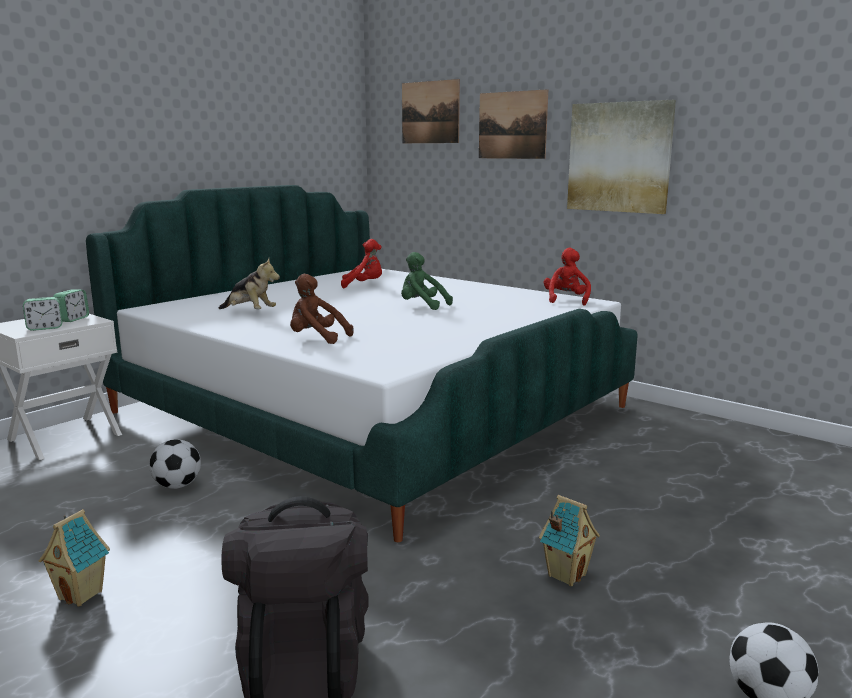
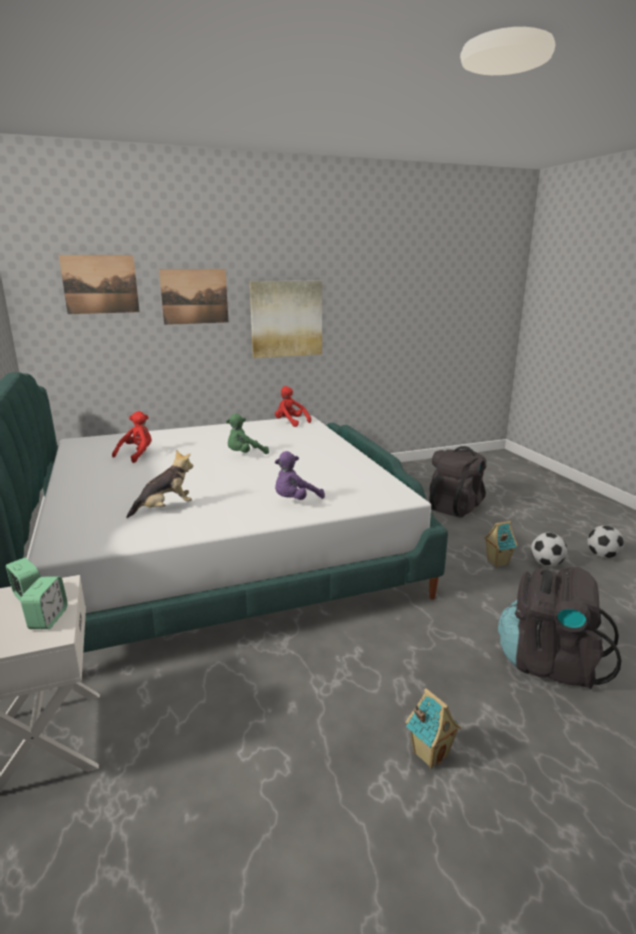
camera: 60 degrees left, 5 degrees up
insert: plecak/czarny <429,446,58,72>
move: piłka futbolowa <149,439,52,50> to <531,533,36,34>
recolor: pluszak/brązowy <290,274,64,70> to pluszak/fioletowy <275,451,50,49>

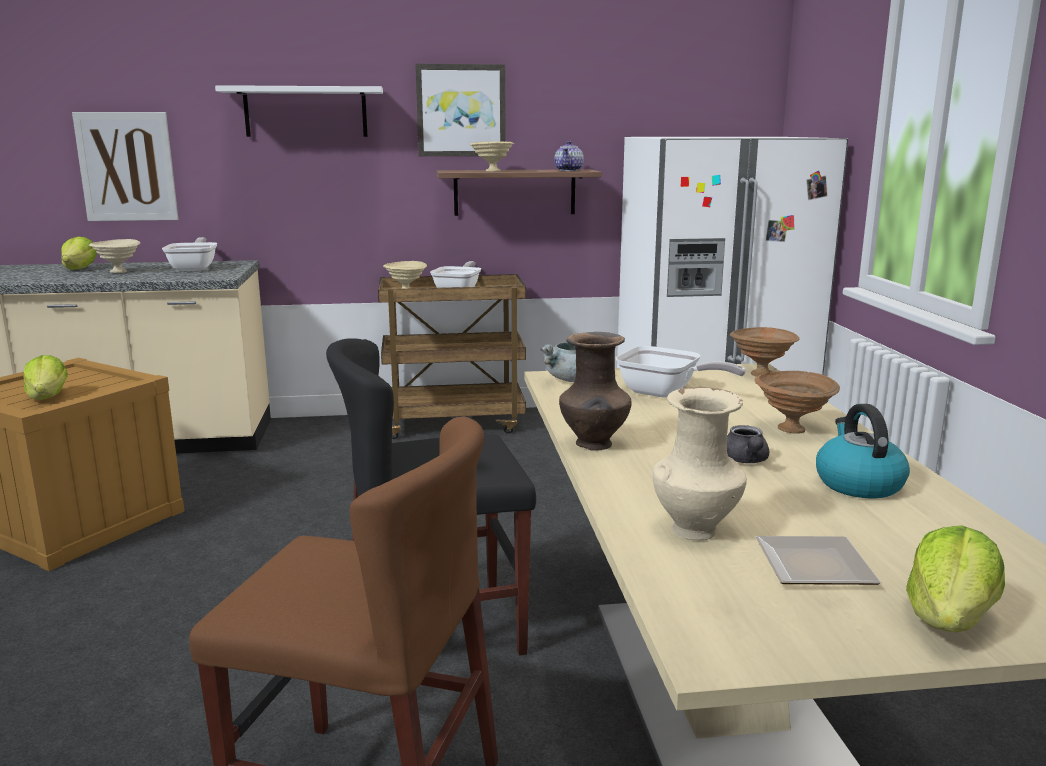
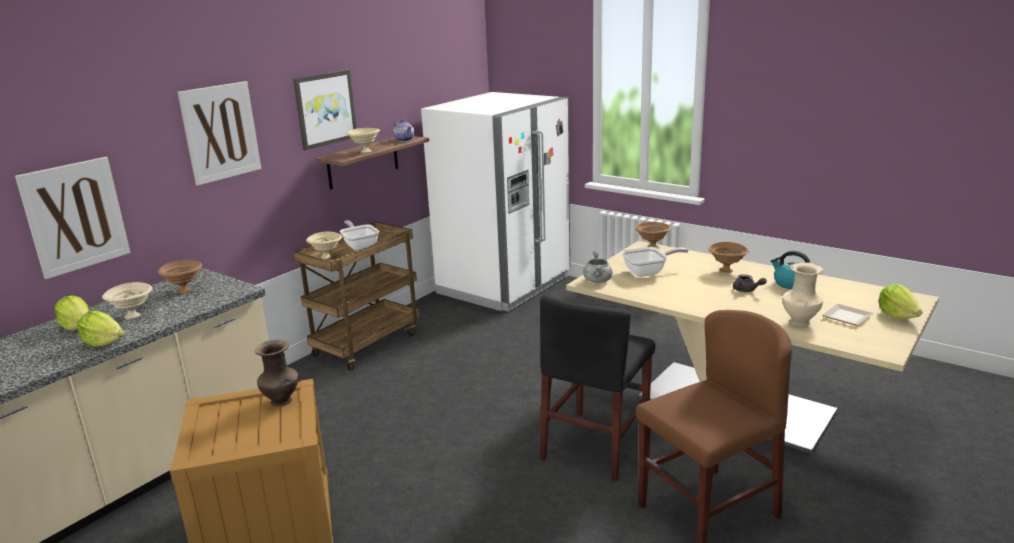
camera: 45 degrees left, 5 degrees up
move: sałata <23,355,45,45> to <77,310,47,37>; wazon/brązowy <559,332,73,119> to <255,340,44,66>
replace: patelnia <162,237,55,34> to miska/brązowy <158,260,44,34>; półka/biały <215,85,168,52> to obraz <178,81,83,105>

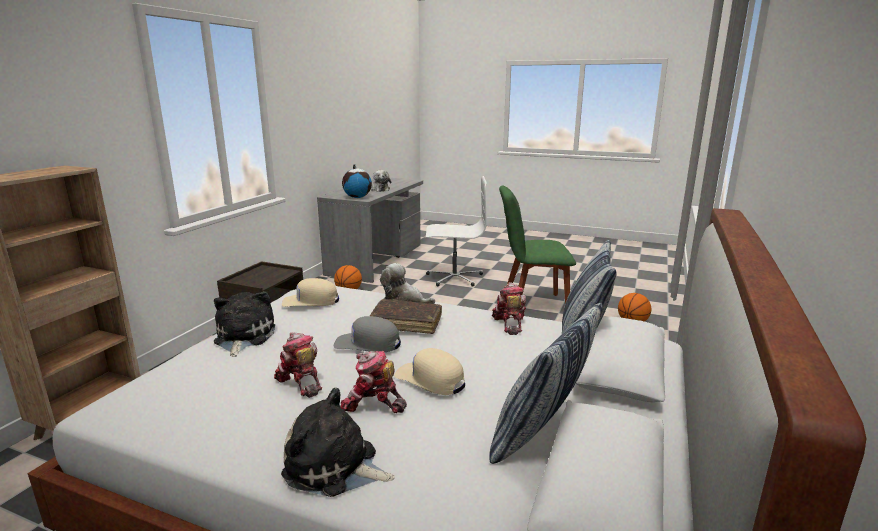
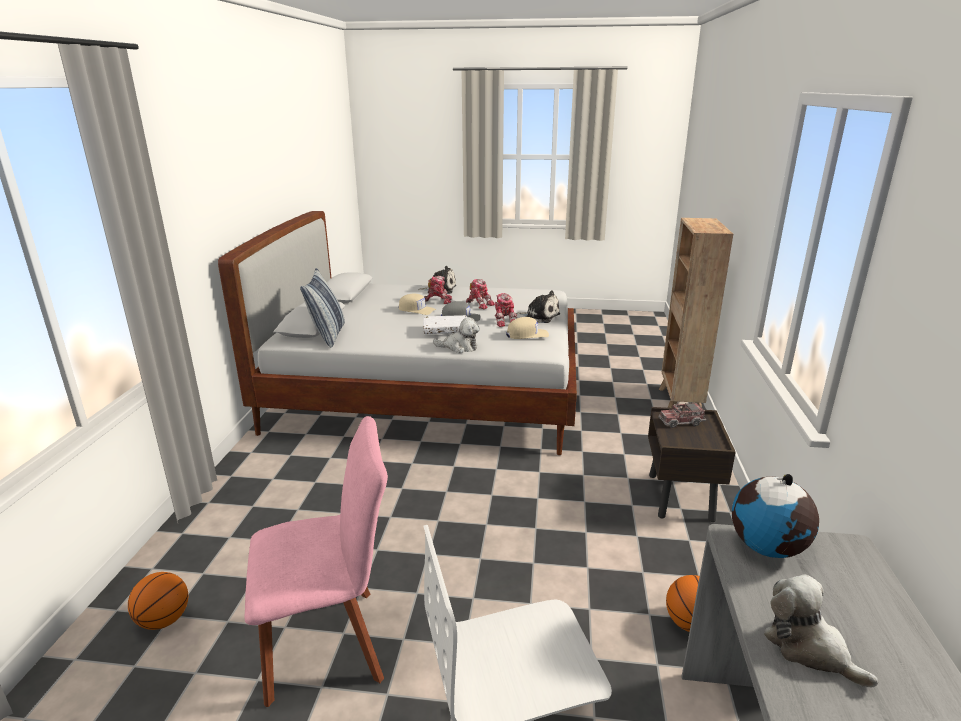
camera: 165 degrees right, 5 degrees up
delete: poduszka <489,303,114,161>
insert: ciężarówka zabawkowa <659,402,47,26>
move: robot zabawkowy <492,282,34,53> to <495,293,22,34>
recolor: książka/brązowy <370,299,72,35> to książka/biały <423,315,44,19>; krzesło/zielony <499,185,77,118> to krzesło/różowy <244,416,144,291>
rotate: pluszak <214,291,61,66> = <516,291,44,32> 45 degrees counterclockwise

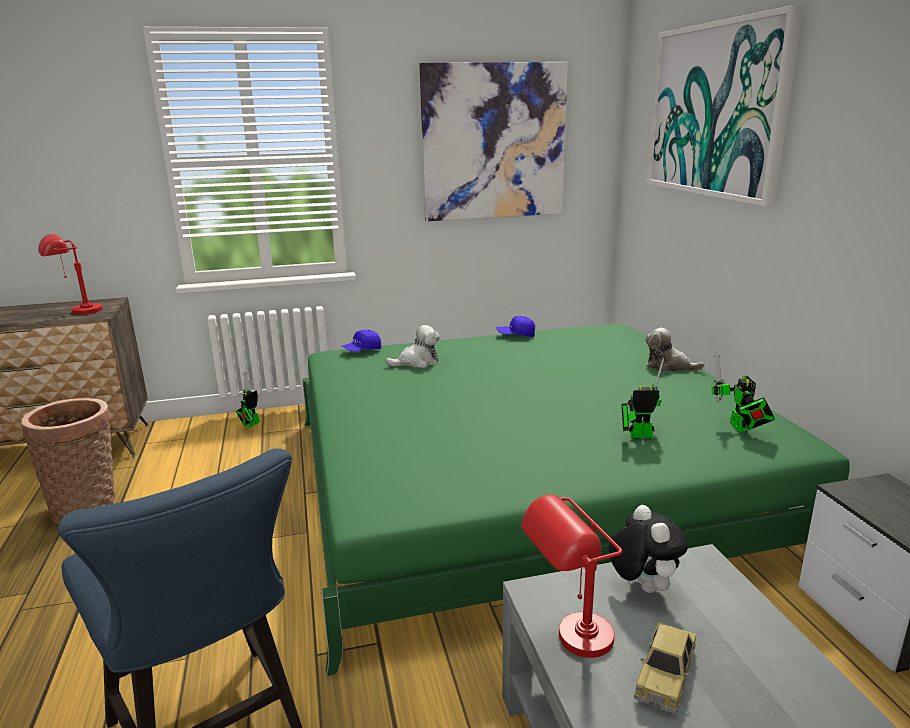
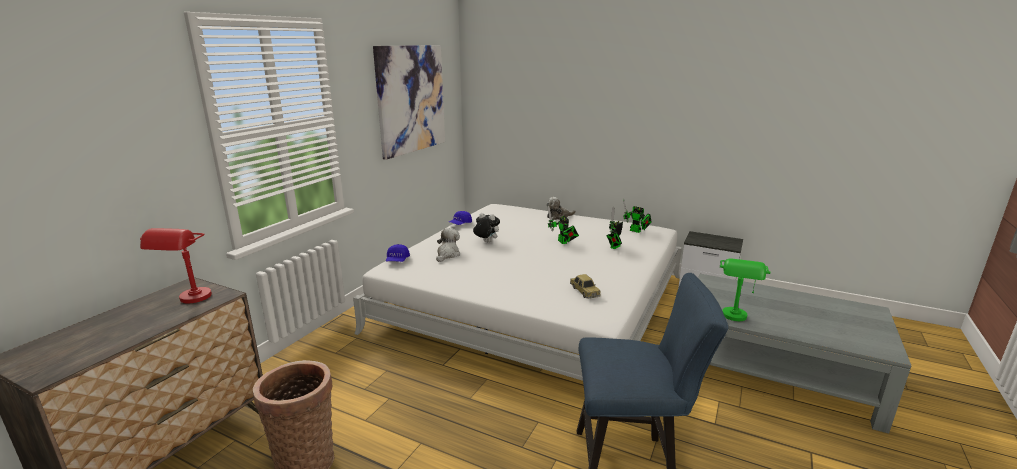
camera: 50 degrees left, 0 degrees up
delete: obraz <647,5,157,201>
move: robot zabawkowy <236,371,24,57> to <547,206,32,38>; pluszak <608,505,80,88> to <473,213,27,30>; samochodzik <634,622,62,92> to <570,274,31,25>
recolor: łóżko/zielony <302,324,548,352> to łóżko/biały <353,204,329,177>; lampa stołowa/czerwony <521,495,102,163> to lampa stołowa/zielony <720,258,50,63>

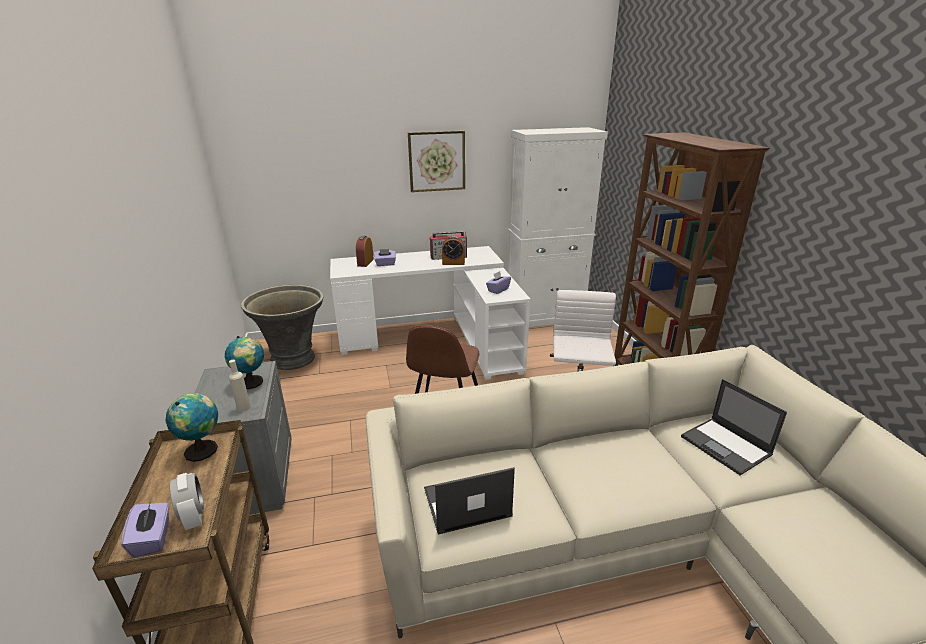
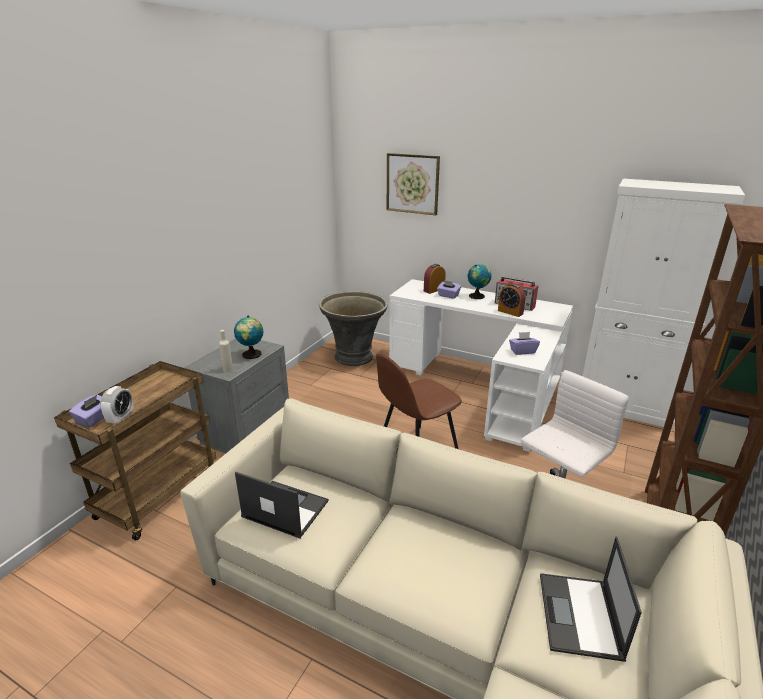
camera: 40 degrees right, 0 degrees up
move: globus <166,393,52,69> to <468,264,23,35>; obraz <408,131,57,61> to <387,153,53,62>

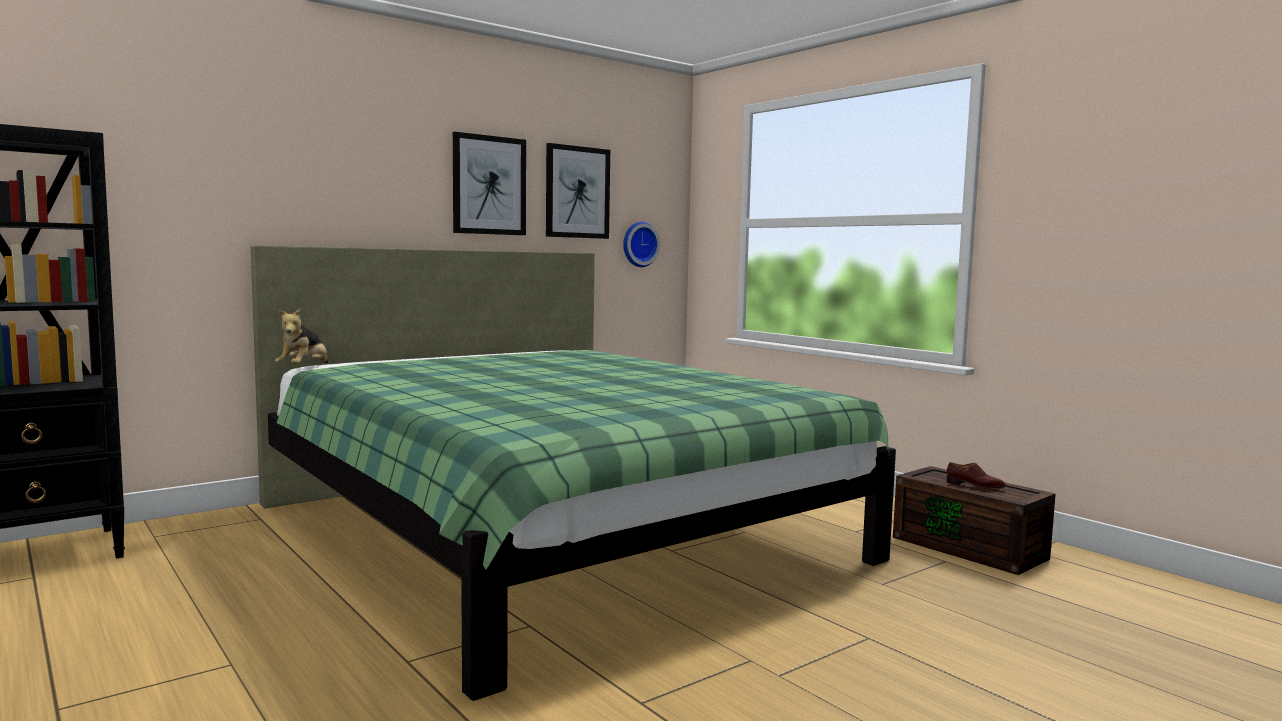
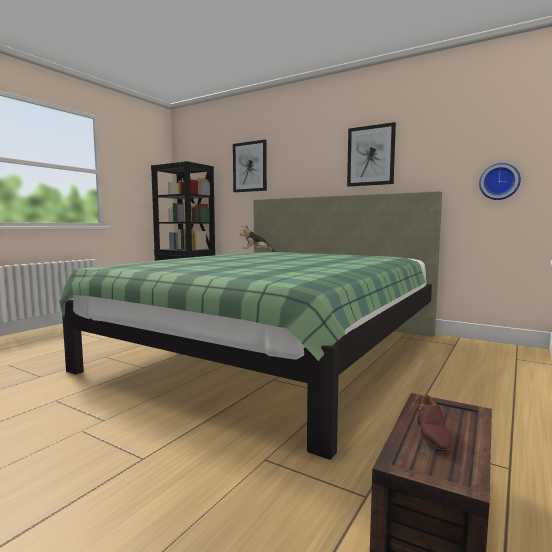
camera: 70 degrees right, 0 degrees up
move: obraz <546,143,64,96> to <233,140,34,52>

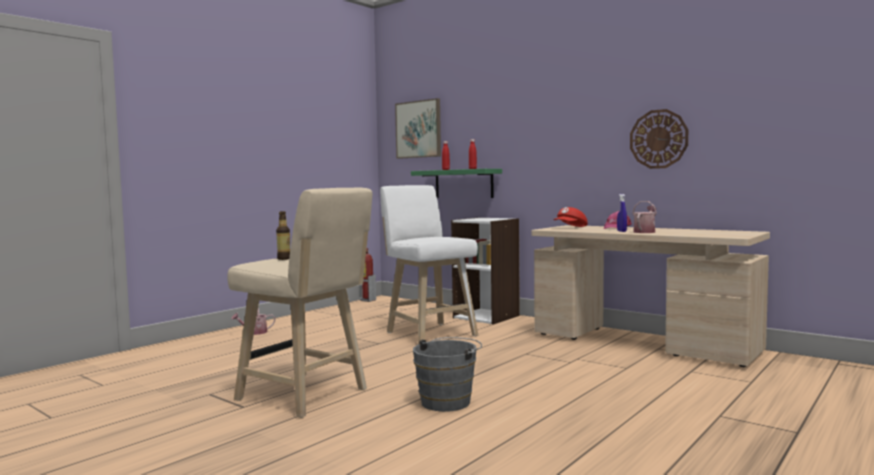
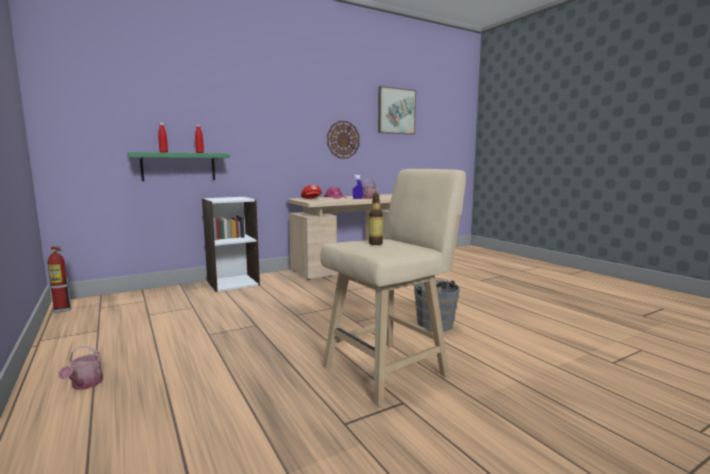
camera: 70 degrees left, 5 degrees up
delete: stołek/biały <380,185,98,159>
move: obraz <395,98,46,61> to <378,86,38,49>

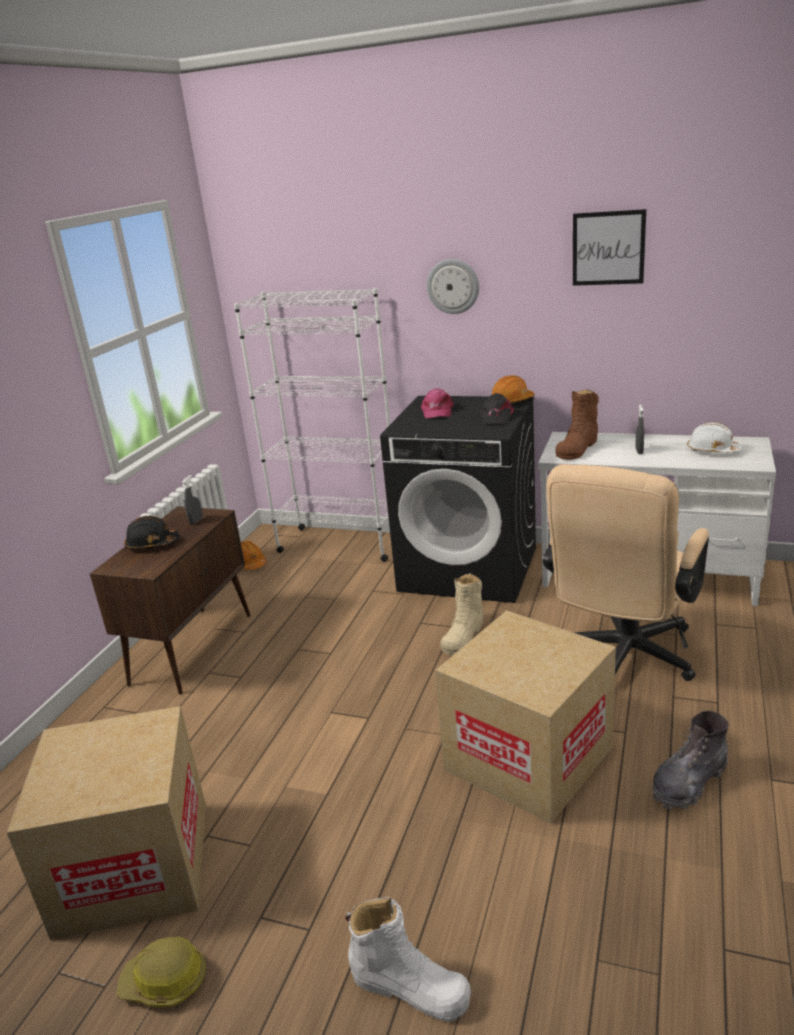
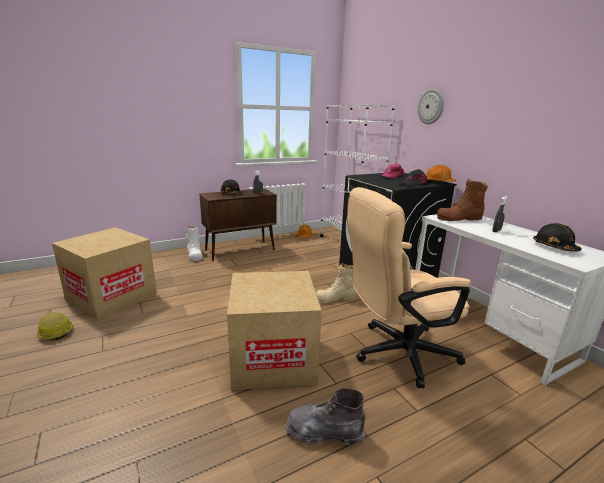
camera: 40 degrees right, 5 degrees down
delete: obraz <573,209,73,77>
move: but z cholewką/biały <345,897,126,125> to <185,227,18,34>
recolor: kask/biały <687,422,55,31> to kask/czarny <533,223,49,29>

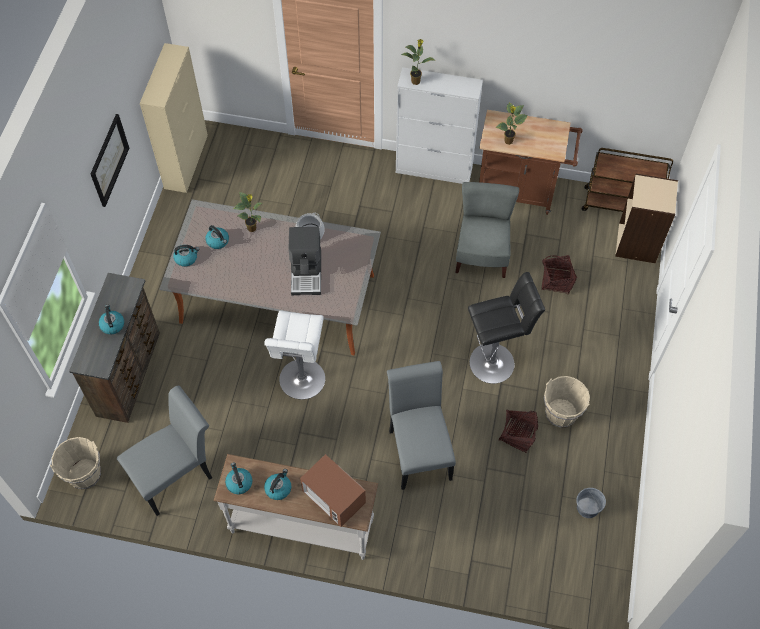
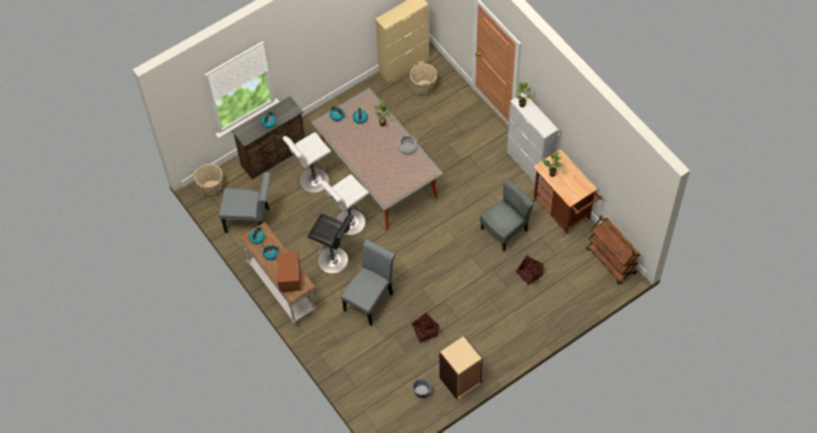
camera: 45 degrees right, 0 degrees up
delete: obraz <91,114,38,93>; ekspres do kawy <289,227,32,68>
insert: stołek/biały <282,132,49,61>
move: stołek/czarny <468,272,77,112> to <308,214,46,60>; wiadro/beżowy <544,376,46,52> to <410,61,27,35>; regał/beżowy <615,174,63,89> to <439,336,44,64>

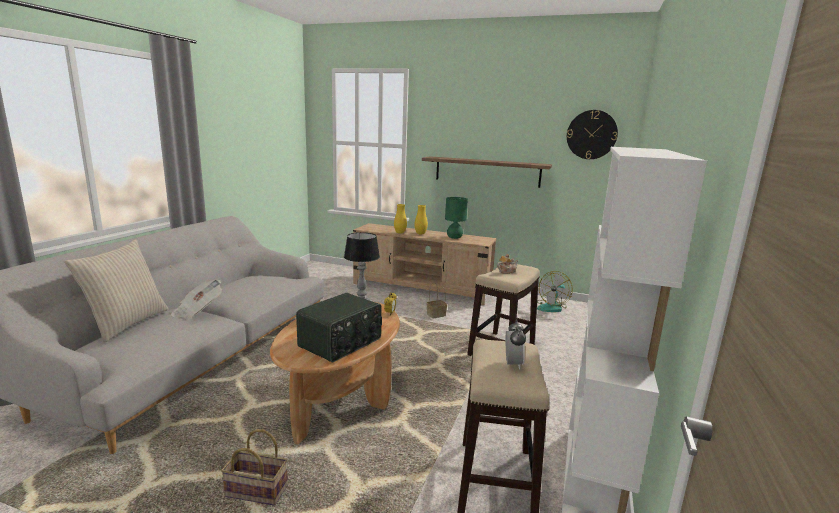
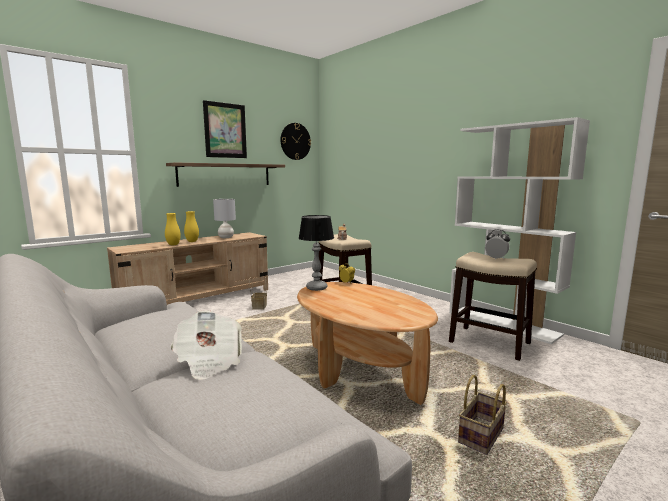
camera: 60 degrees left, 5 degrees down
delete: poduszka/beżowy <64,239,105,104>; radio <296,293,86,69>; wentylator <537,271,36,41>
insert: obraz <203,100,44,58>
recolor: lampa stołowa/zielony <445,197,23,42> to lampa stołowa/szary <213,199,23,39>

